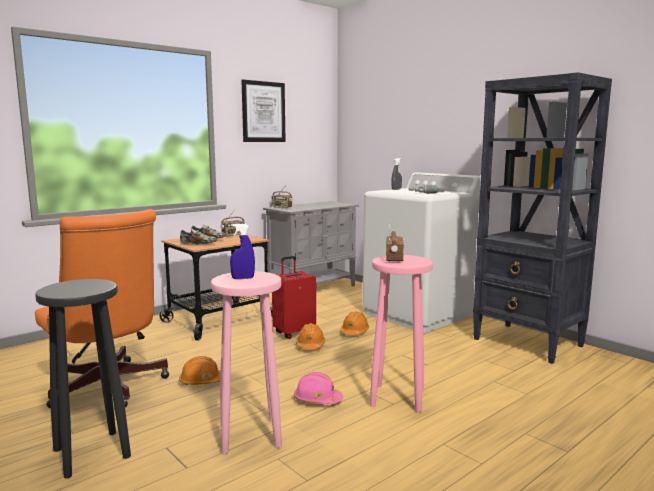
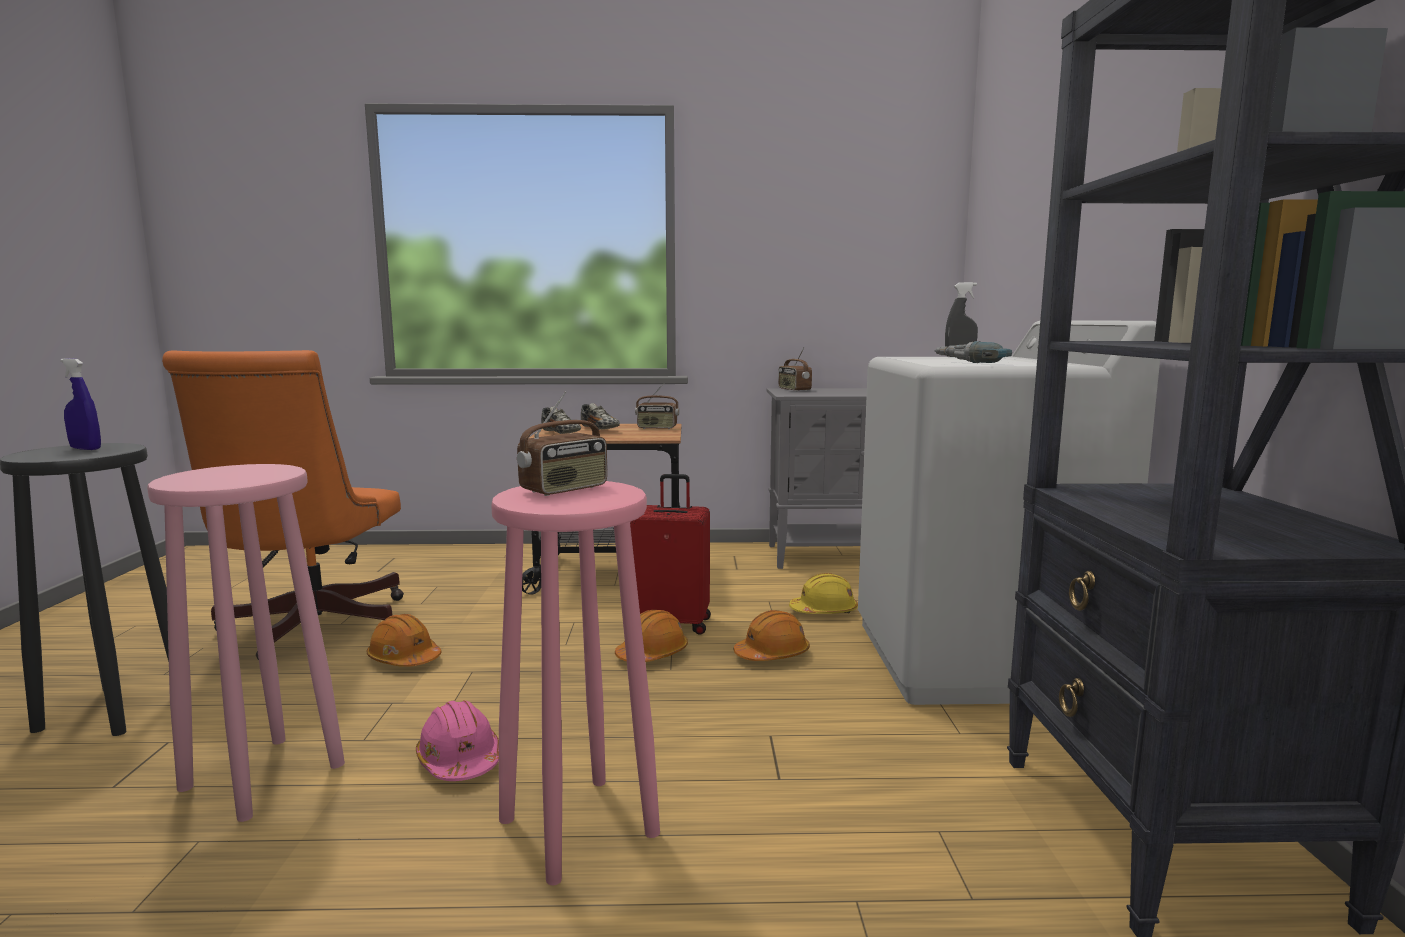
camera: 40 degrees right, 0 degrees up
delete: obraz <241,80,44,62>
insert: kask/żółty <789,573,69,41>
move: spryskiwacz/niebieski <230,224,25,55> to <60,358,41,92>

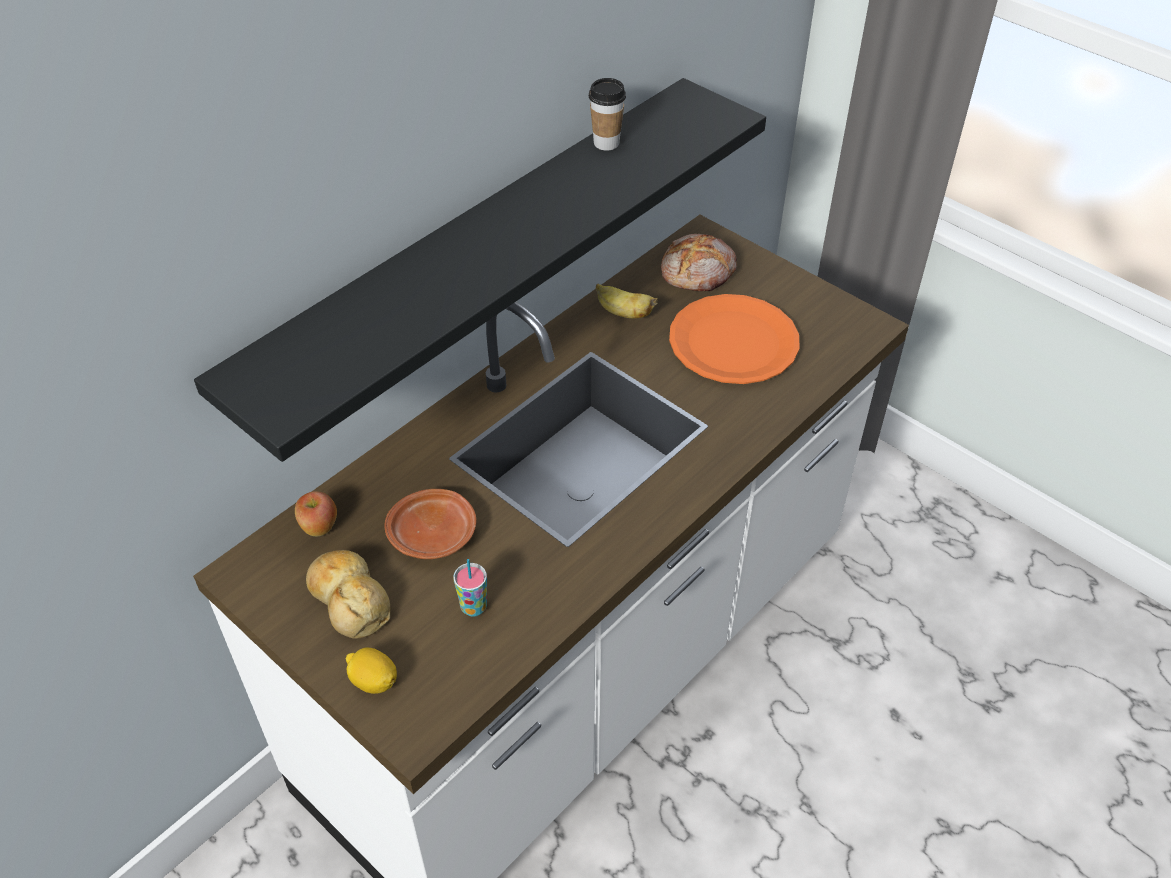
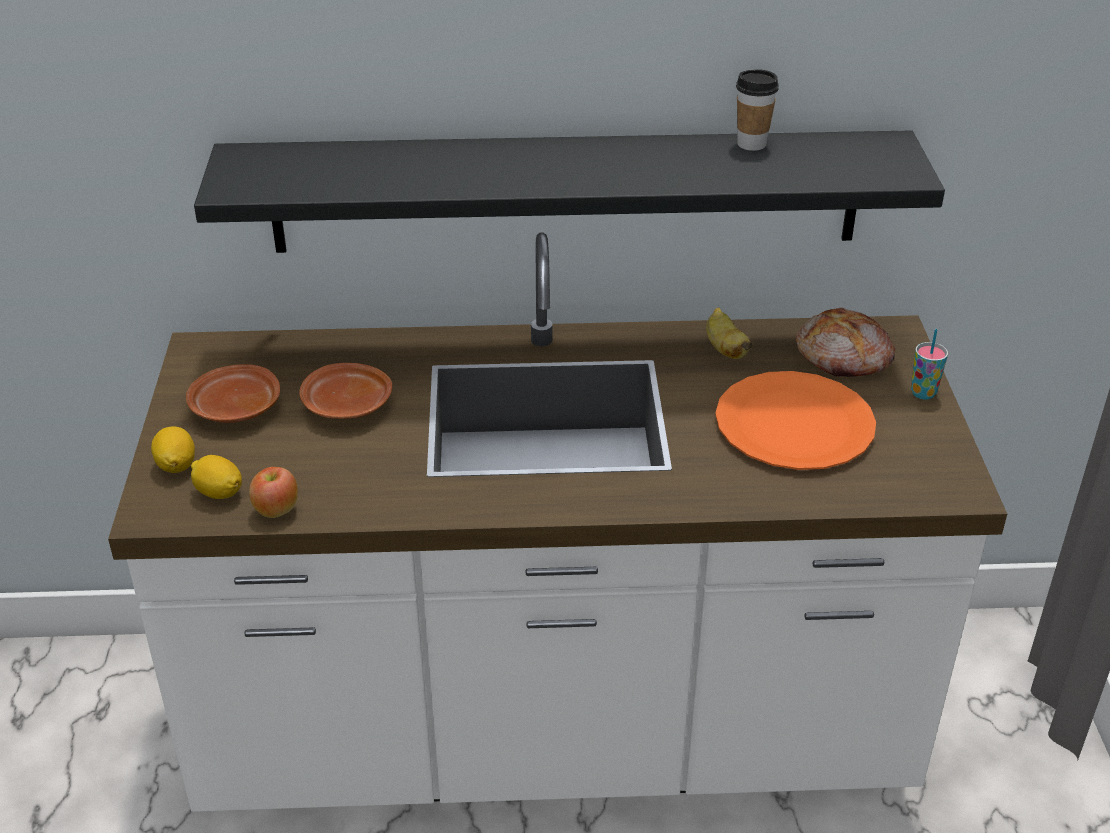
camera: 45 degrees right, 10 degrees down
insert: cytryna <191,455,51,44>
move: jabłko <295,491,42,45> to <249,467,49,51>; filiżanka <453,559,34,58> to <911,329,37,71>
replace: chleb <306,550,84,89> to talerz/brązowy <186,364,94,59>

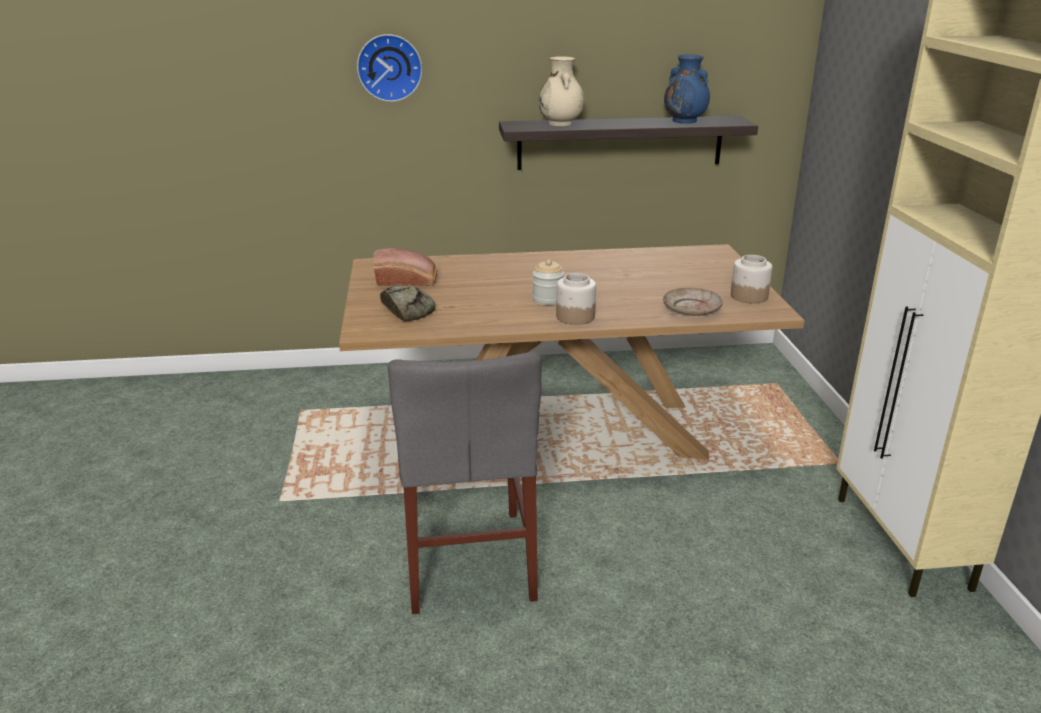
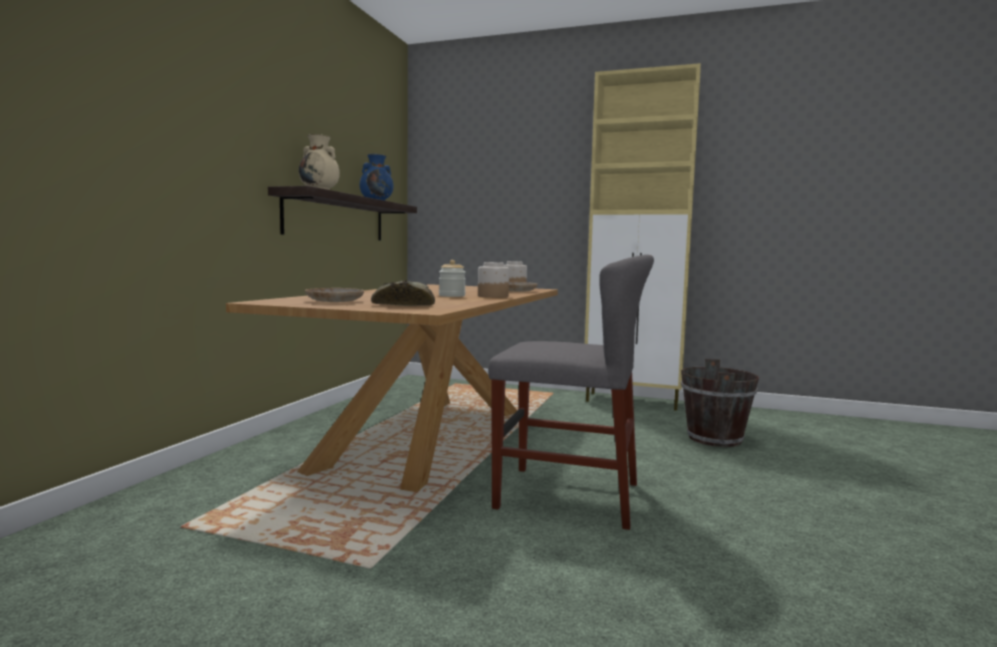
camera: 65 degrees left, 20 degrees down
delete: zegar ścienny <357,34,65,68>
insert: wiadro/brązowy <681,359,78,88>
replace: chleb <373,247,64,39> to talerz/beżowy <305,288,59,14>

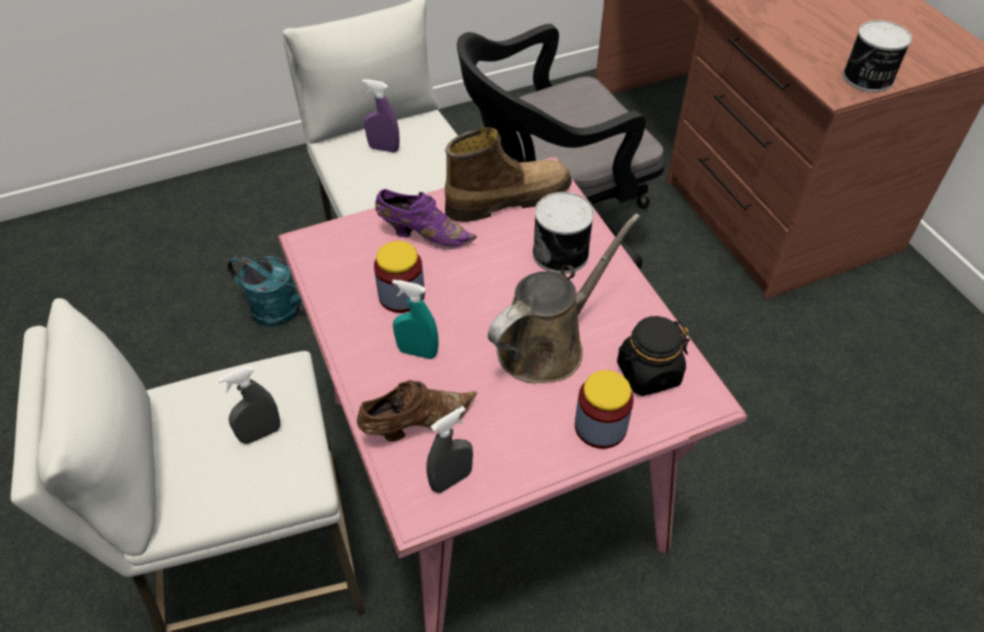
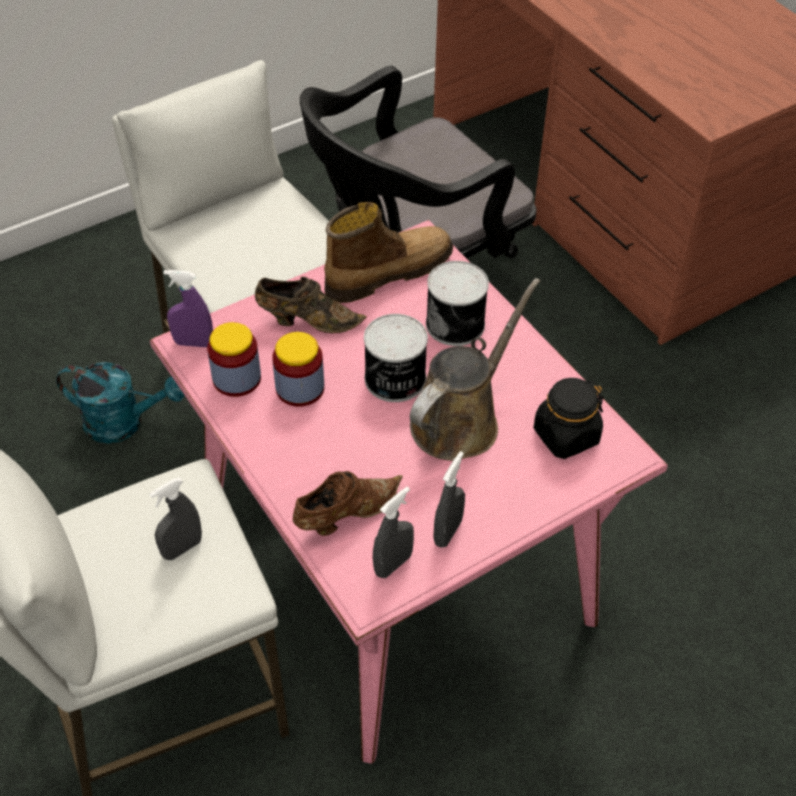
camera: 10 degrees left, 0 degrees up
delete: spryskiwacz/turkusowy <392,279,46,80>
insert: spryskiwacz/szary <433,452,32,95>
move: spryskiwacz/fioletowy <362,79,38,74> to <163,270,50,77>; słoik <575,370,59,79> to <207,322,54,75>; puszka <843,20,69,72> to <364,314,64,88>
recolor: but/fioletowy <375,189,102,60> to but/brązowy <255,277,112,56>

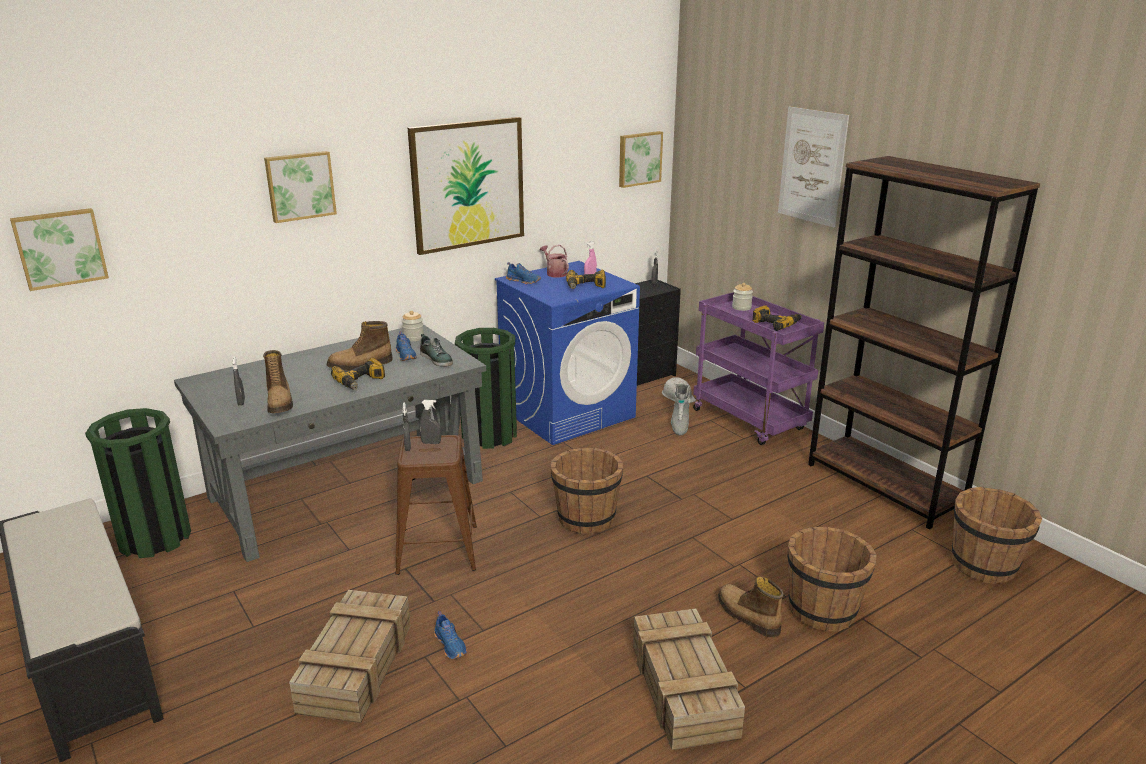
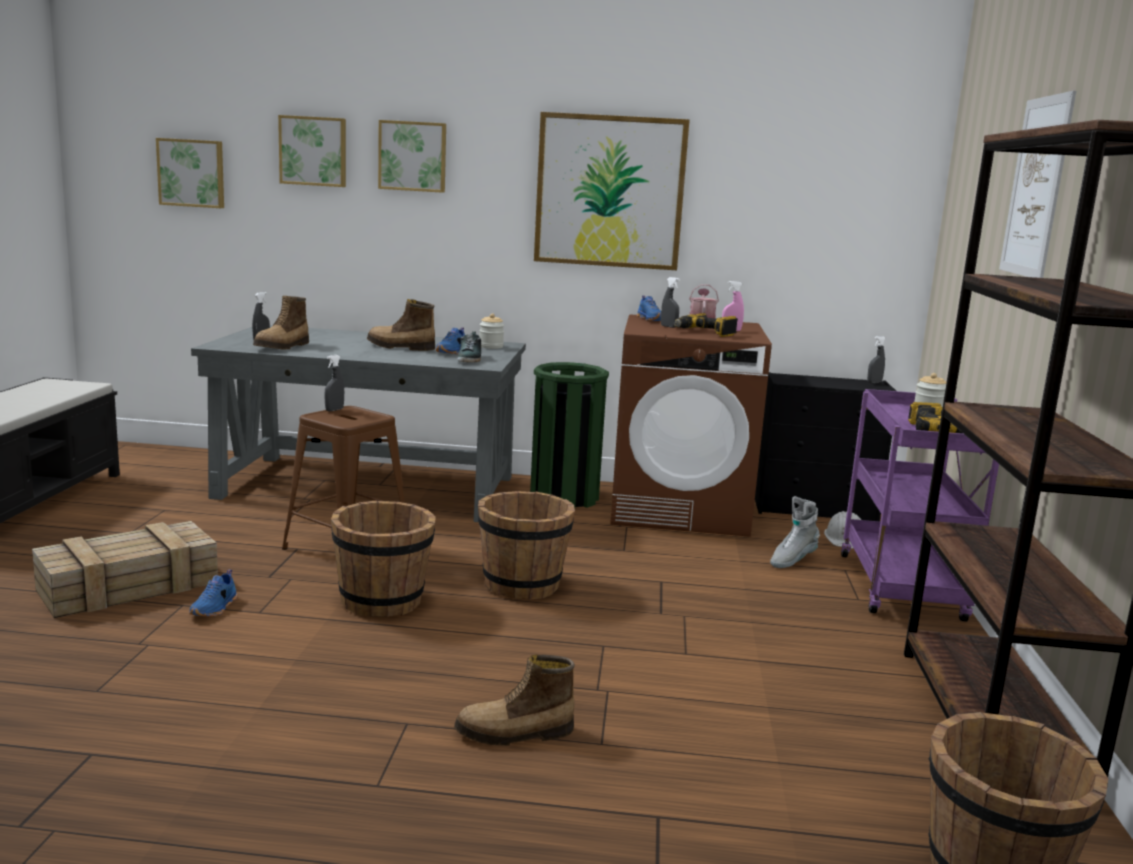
camera: 40 degrees right, 10 degrees down
delete: kosz na śmieci/zielony <85,408,106,150>; wiertarka <331,358,54,31>; skrzynka <633,609,112,141>
move: spryskiwacz/szary <420,400,21,44> to <661,277,19,51>; obraz <619,131,44,57> to <278,115,68,72>; wiadro/brązowy <787,527,90,104> to <331,500,105,117>
recolor: pralka/niebieski <495,261,145,184> to pralka/brązowy <610,314,162,223>
rotate: but z cholewką <718,577,66,60> = <454,654,121,92> 105 degrees counterclockwise

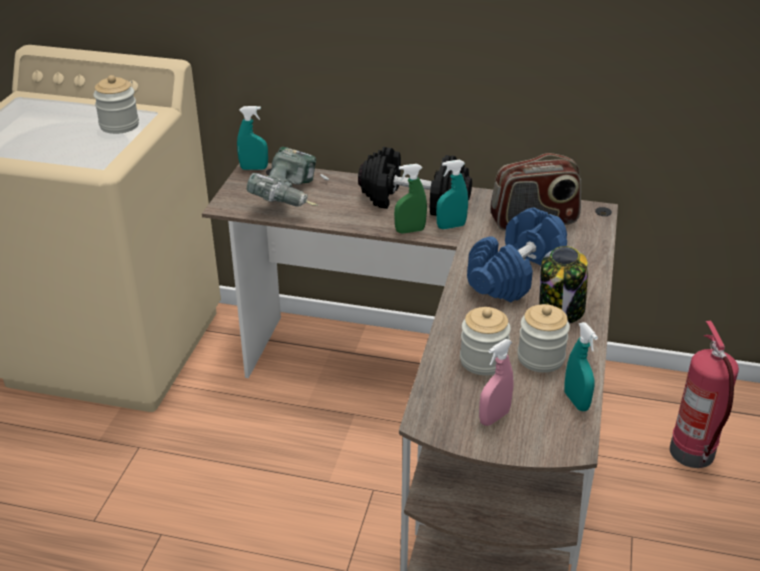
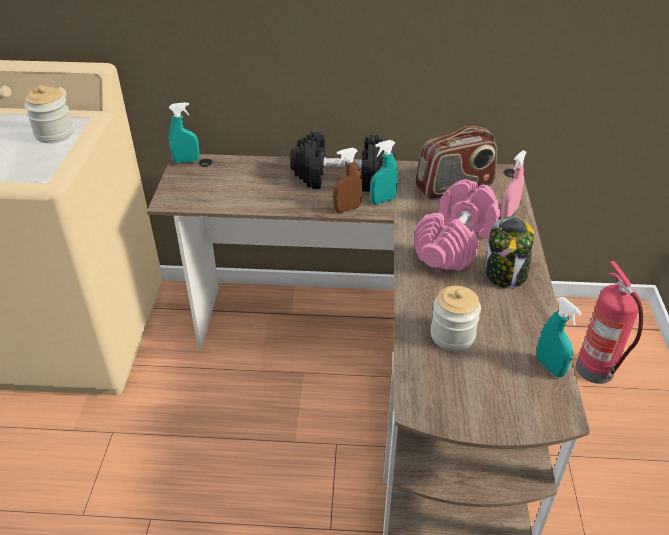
camera: 10 degrees left, 5 degrees up
delete: wiertarka <247,147,82,60>; słoik <518,304,52,69>
move: spryskiwacz/różowy <479,339,35,87> to <501,150,26,68>
recolor: spryskiwacz/zielony <394,164,33,70> to spryskiwacz/brązowy <333,148,29,64>; hantel/niebieski <467,208,100,94> to hantel/różowy <414,179,86,92>

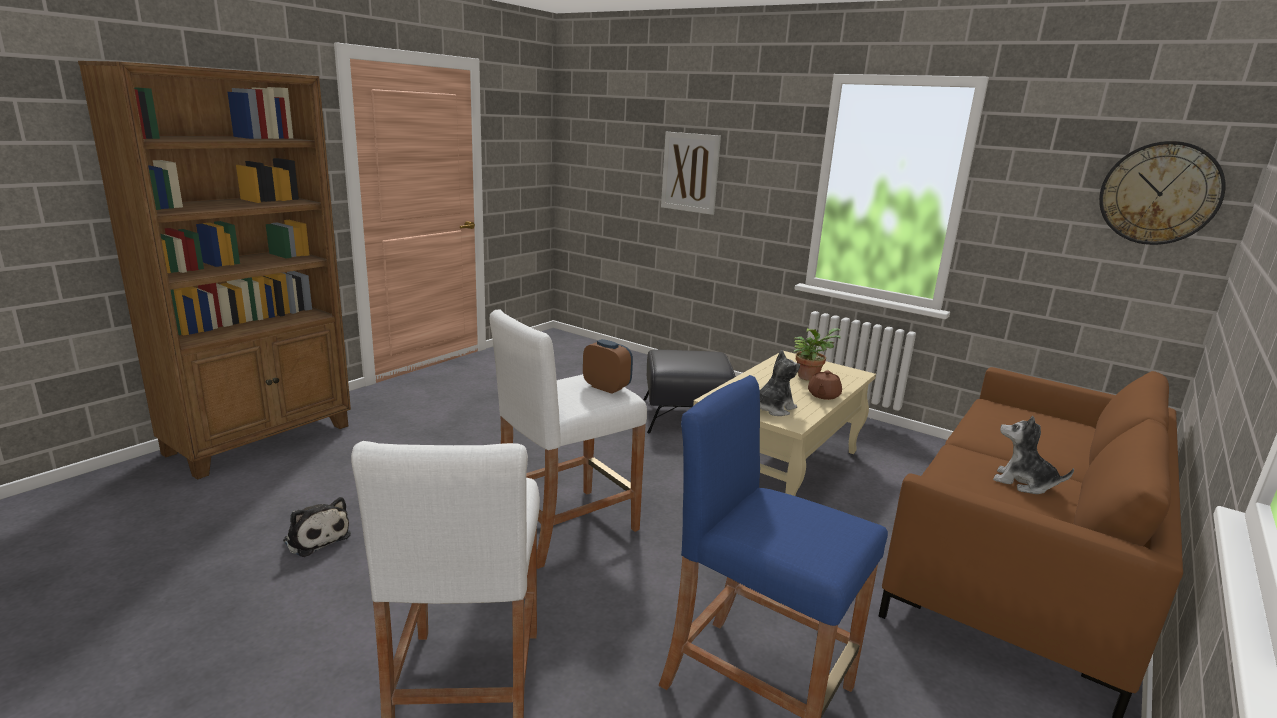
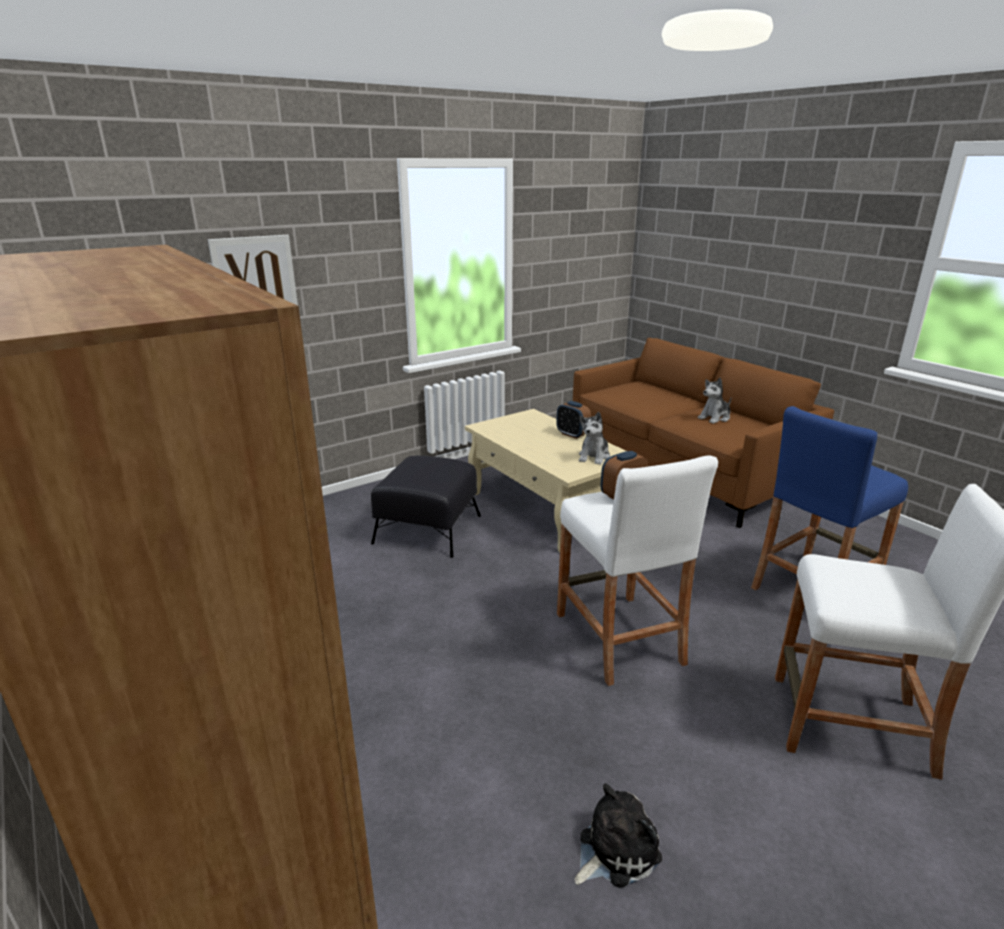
camera: 70 degrees left, 5 degrees up
delete: roślina doniczkowa <793,328,48,53>; zegar ścienny <1099,141,127,104>
replace: imbryk/brązowy <808,370,34,30> to budzik <556,401,35,38>
rotate: pluszak <760,350,40,66> = <579,412,31,53> 135 degrees counterclockwise

